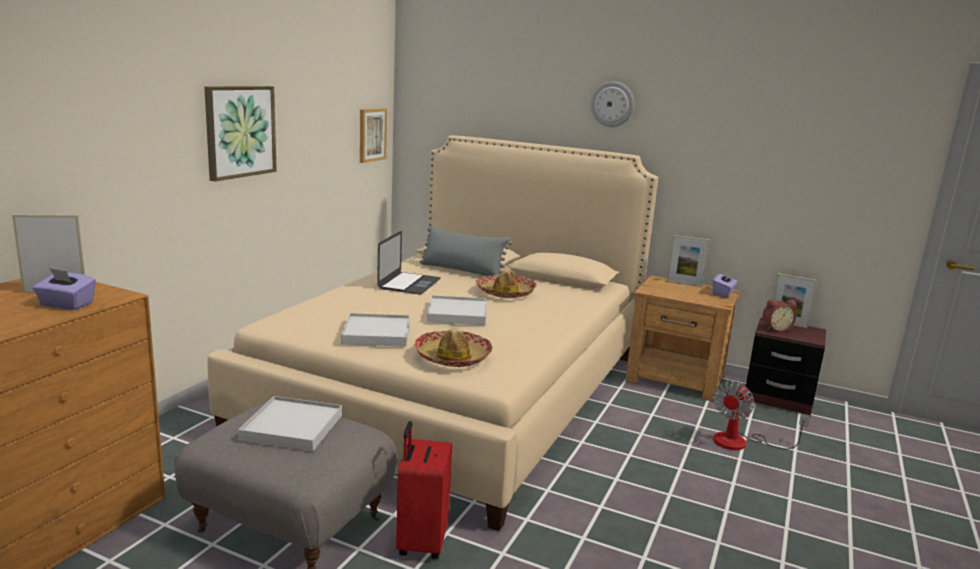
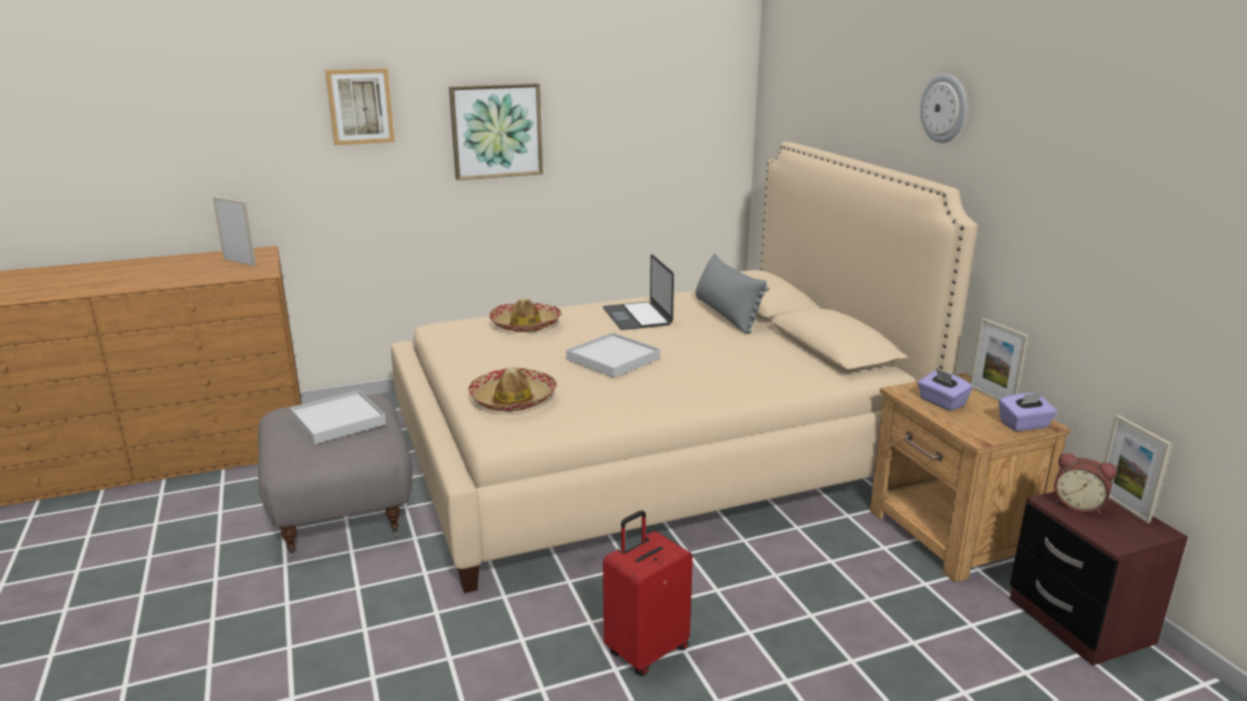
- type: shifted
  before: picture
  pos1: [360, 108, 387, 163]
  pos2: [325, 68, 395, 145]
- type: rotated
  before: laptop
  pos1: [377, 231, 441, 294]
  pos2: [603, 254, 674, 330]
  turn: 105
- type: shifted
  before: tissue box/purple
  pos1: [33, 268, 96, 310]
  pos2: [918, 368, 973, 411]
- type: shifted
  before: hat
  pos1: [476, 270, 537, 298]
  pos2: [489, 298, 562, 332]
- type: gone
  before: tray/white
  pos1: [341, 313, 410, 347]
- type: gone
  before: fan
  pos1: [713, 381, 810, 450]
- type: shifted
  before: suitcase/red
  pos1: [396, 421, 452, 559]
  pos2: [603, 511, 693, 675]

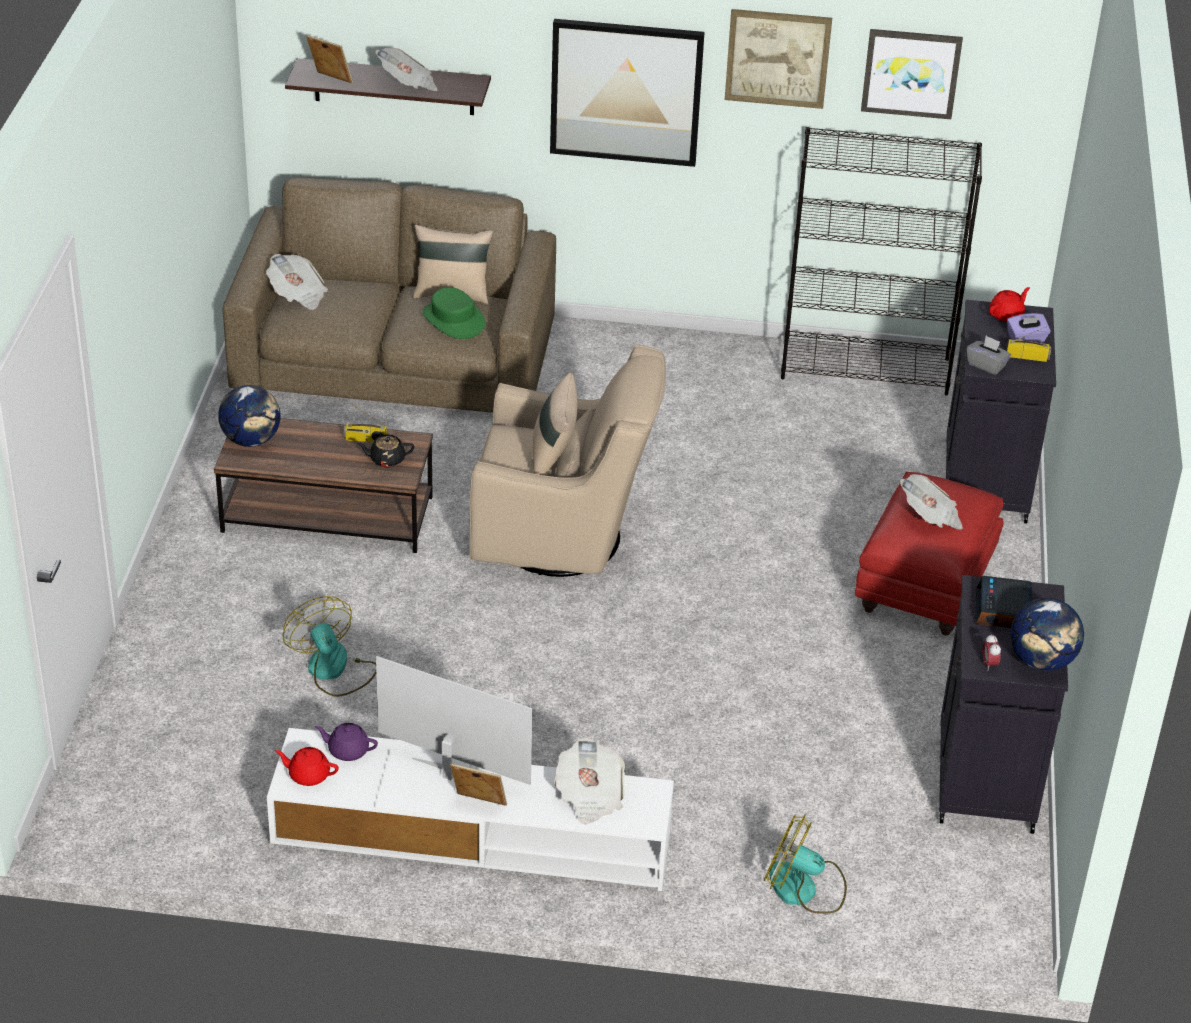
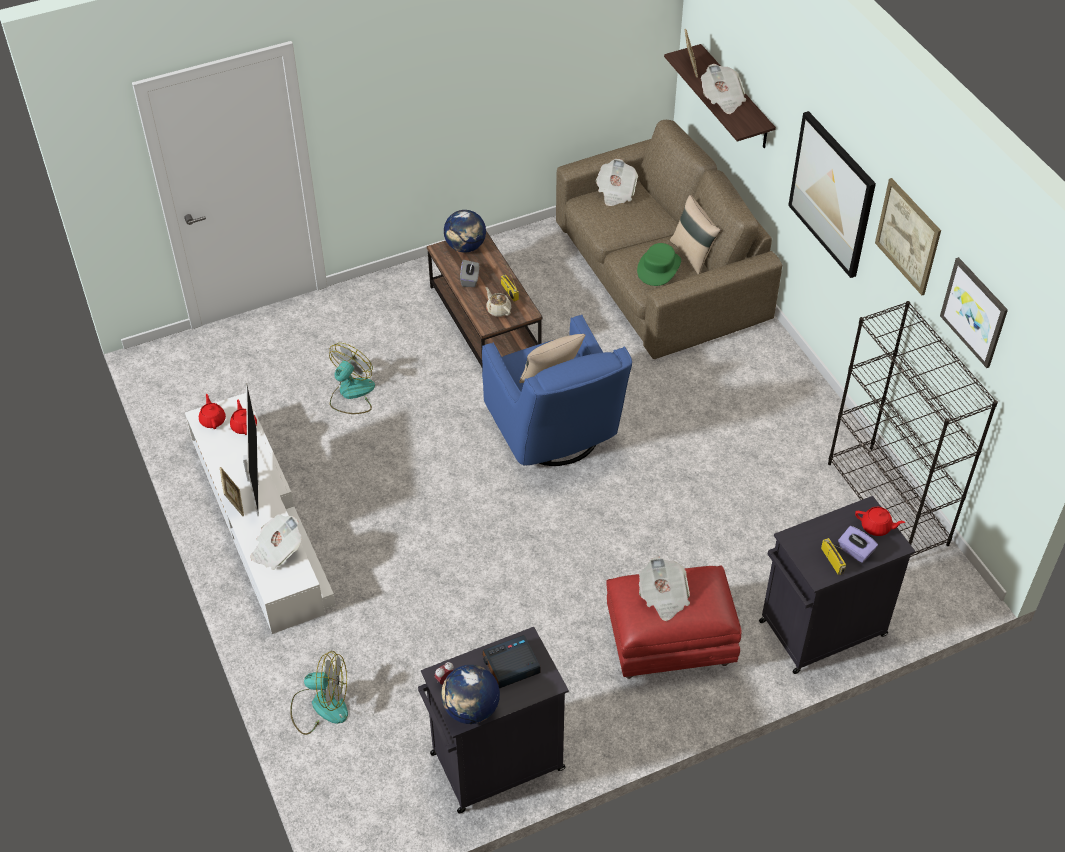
- type: shifted
  before: tissue box/grey
  pos1: [967, 336, 1011, 375]
  pos2: [460, 260, 479, 287]
- type: repainted
  before: armchair/beige
  after: armchair/blue
  pos1: [469, 345, 666, 577]
  pos2: [482, 314, 632, 466]
- type: repainted
  before: teapot/black
  after: teapot/beige
  pos1: [357, 435, 415, 467]
  pos2: [486, 287, 511, 317]
- type: repainted
  before: teapot/purple
  after: teapot/red
  pos1: [315, 723, 378, 761]
  pos2: [230, 400, 257, 435]
- type: rotated
  before: fan
  pos1: [764, 814, 847, 914]
  pos2: [290, 651, 348, 735]
  turn: 105

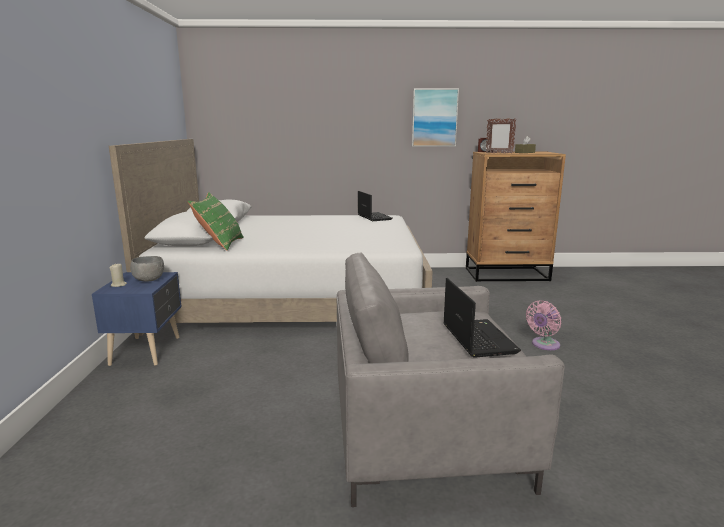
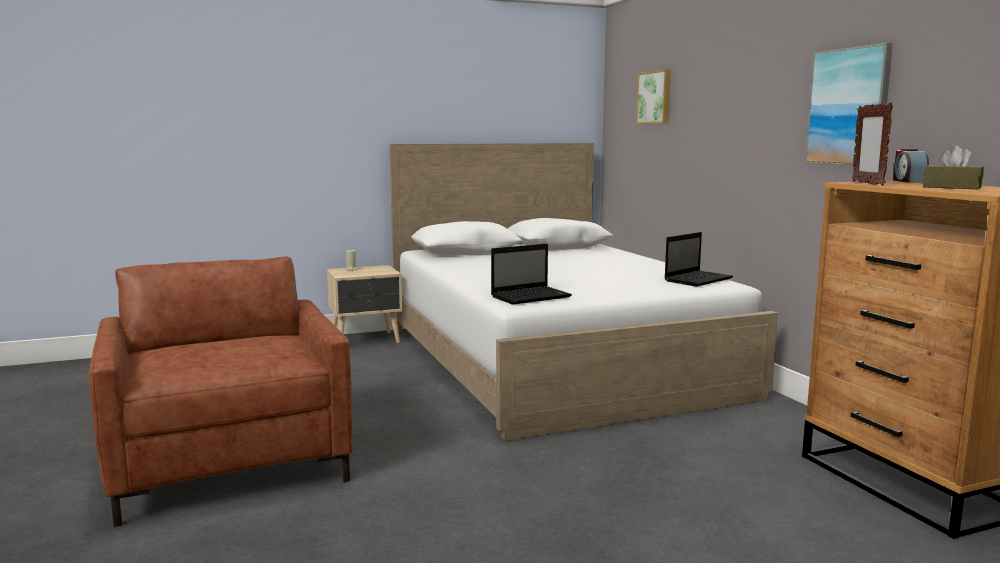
- type: gone
  before: pillow/green
  pos1: [188, 192, 244, 251]
- type: repainted
  before: armchair/grey
  after: armchair/brown
  pos1: [337, 252, 565, 507]
  pos2: [89, 256, 352, 527]
- type: gone
  before: bowl/grey
  pos1: [130, 256, 164, 282]
- type: repainted
  before: nightstand/blue
  after: nightstand/beige
  pos1: [92, 272, 182, 366]
  pos2: [327, 265, 402, 343]
- type: shifted
  before: laptop
  pos1: [443, 278, 521, 358]
  pos2: [491, 244, 572, 305]
- type: gone
  before: fan/pink
  pos1: [526, 300, 561, 350]
- type: new
  after: picture
  pos2: [636, 69, 671, 124]

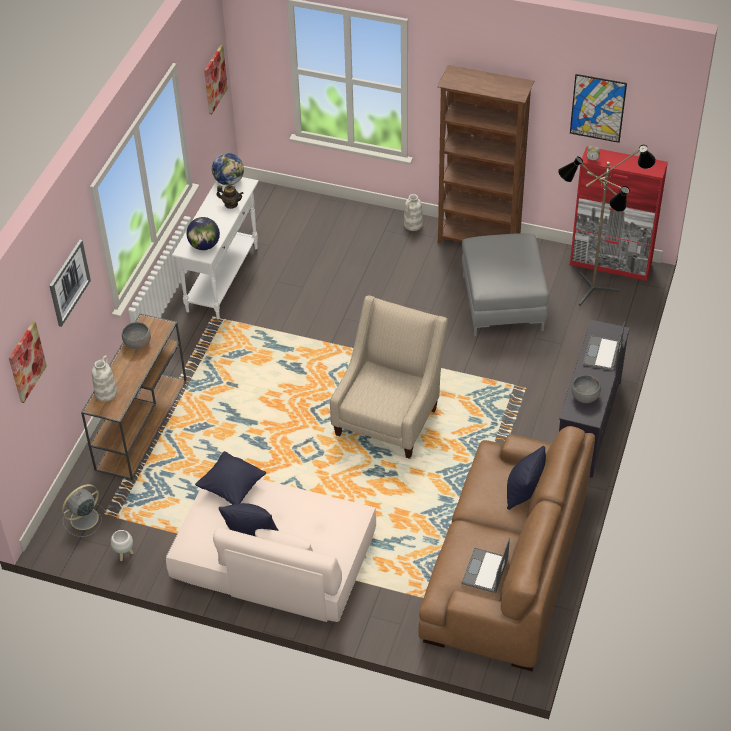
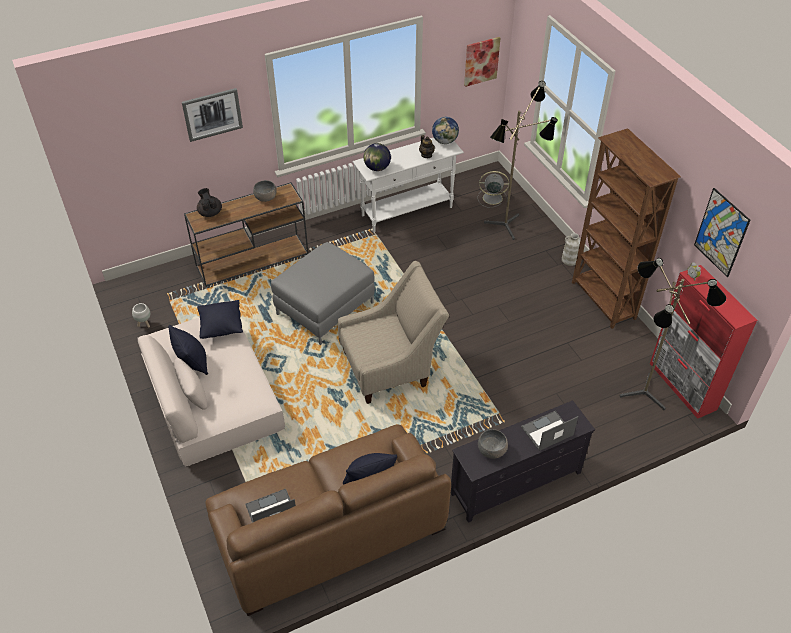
- type: shifted
  before: ottoman/grey
  pos1: [462, 233, 549, 336]
  pos2: [271, 242, 375, 345]
- type: gone
  before: picture
  pos1: [9, 321, 47, 403]
- type: swapped
  before: vase/white
  after: teapot/black
  pos1: [92, 355, 117, 402]
  pos2: [197, 188, 222, 217]
- type: shifted
  before: fan/grey
  pos1: [62, 484, 107, 537]
  pos2: [478, 171, 509, 208]
- type: new
  after: floor lamp
  pos2: [484, 81, 558, 240]

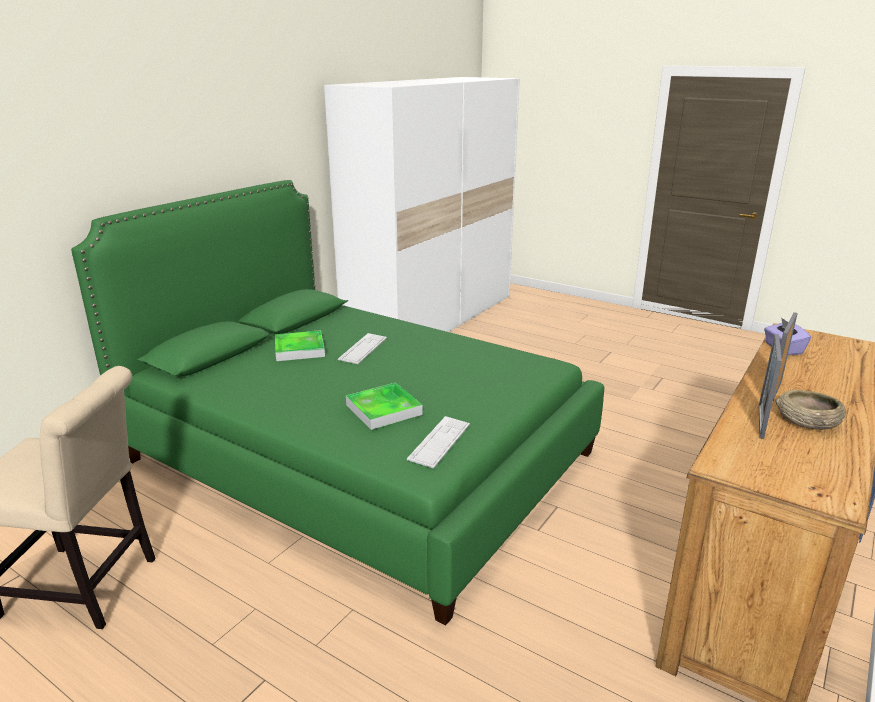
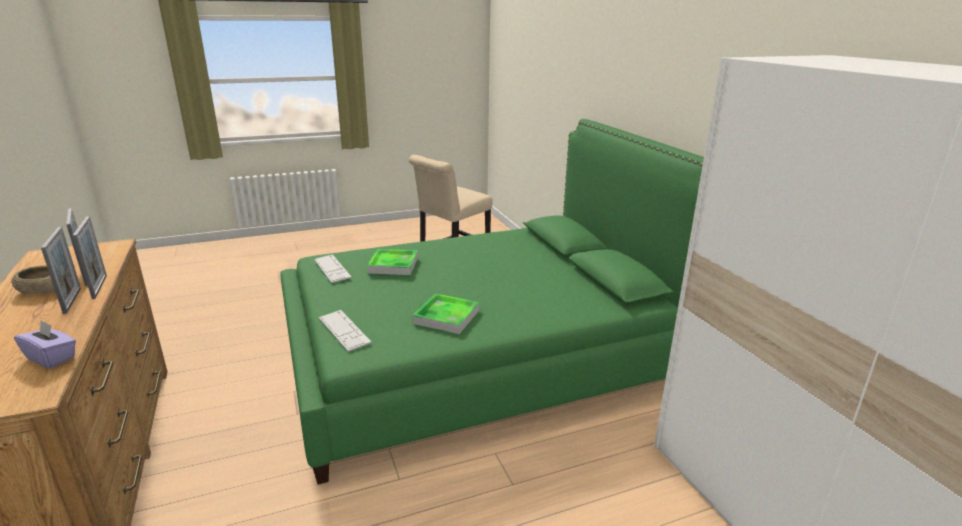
- type: shifted
  before: tray
  pos1: [275, 330, 325, 361]
  pos2: [413, 293, 479, 334]
- type: shifted
  before: keyboard
  pos1: [338, 333, 387, 364]
  pos2: [319, 310, 372, 352]
- type: new
  after: picture frame
  pos2: [72, 216, 107, 299]

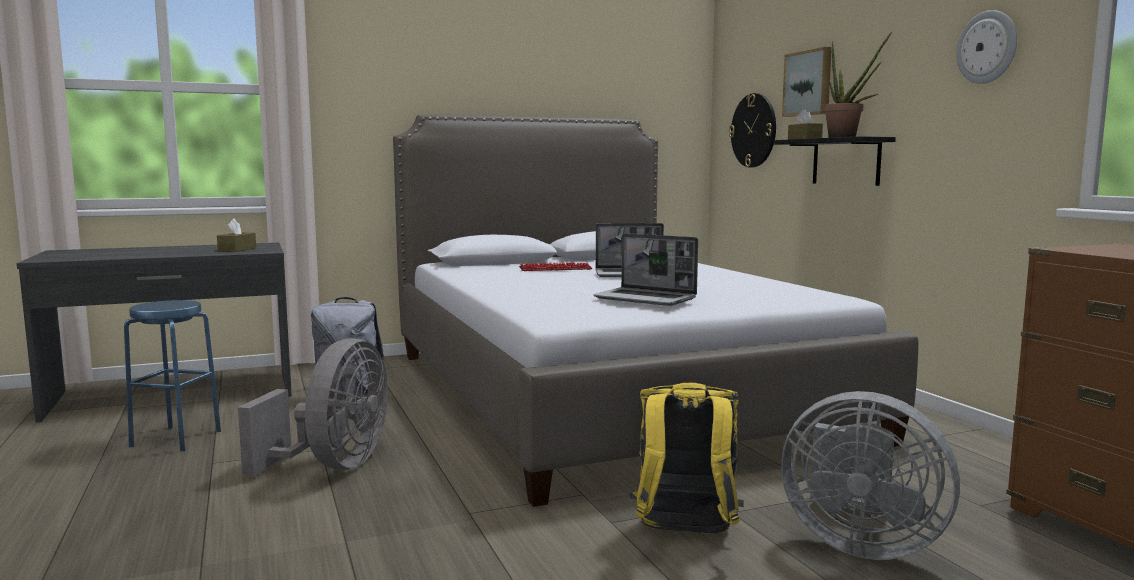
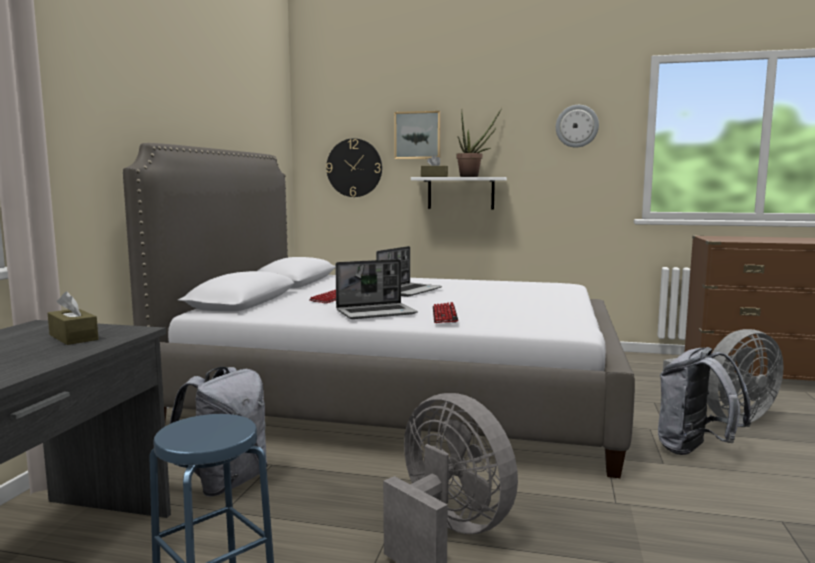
- type: repainted
  before: shelf/black
  after: shelf/white
  pos1: [774, 136, 896, 186]
  pos2: [411, 177, 507, 209]
- type: shifted
  before: laptop
  pos1: [593, 233, 698, 306]
  pos2: [335, 259, 418, 319]
- type: repainted
  before: backpack/yellow
  after: backpack/grey
  pos1: [629, 383, 743, 534]
  pos2: [658, 347, 751, 455]
- type: new
  after: keyboard
  pos2: [433, 302, 458, 323]

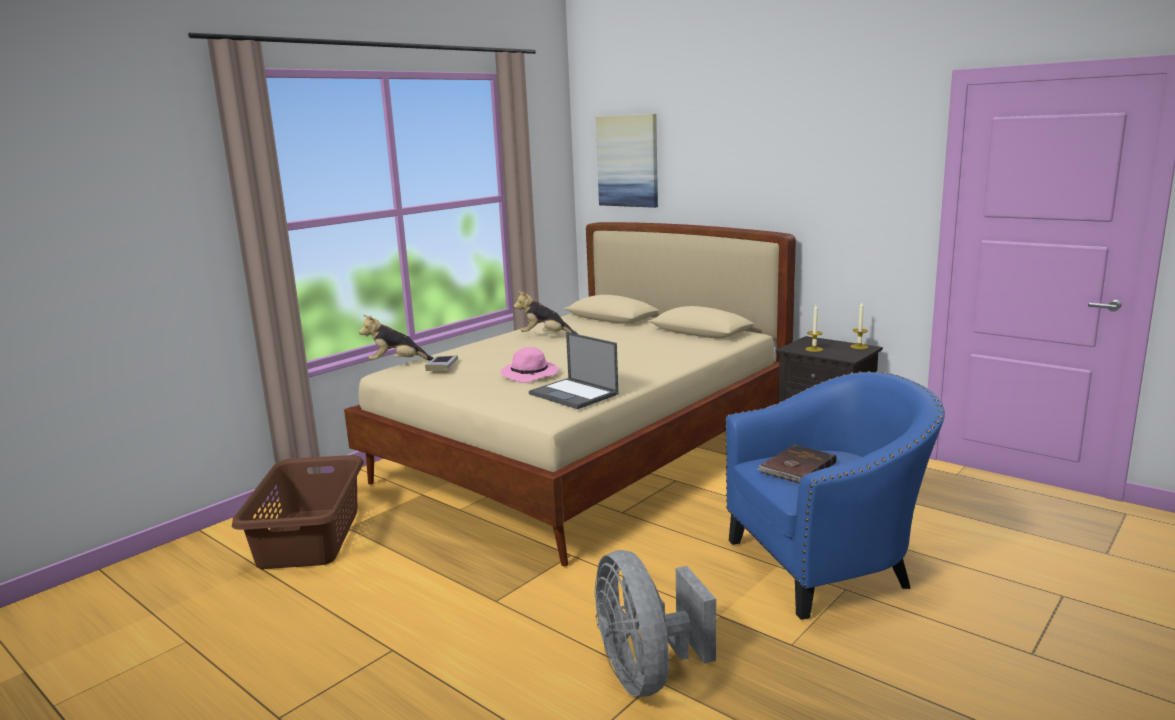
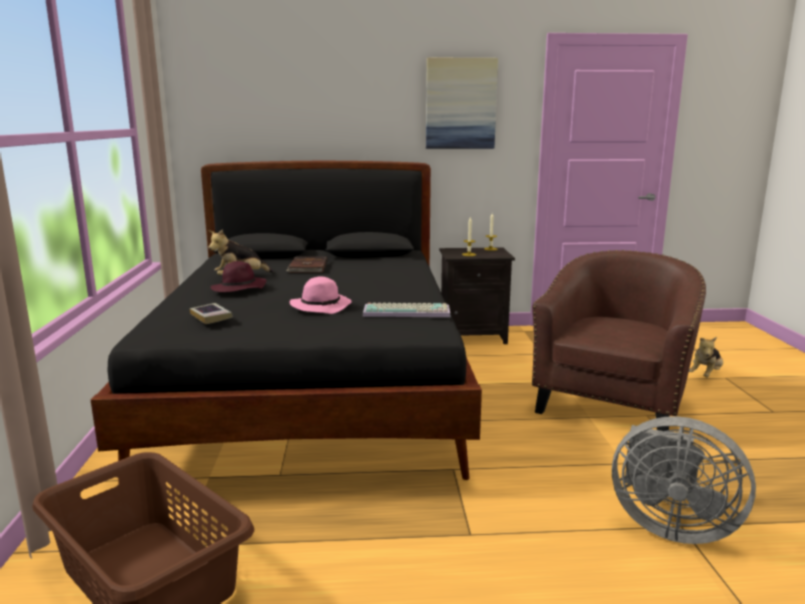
- type: shifted
  before: picture
  pos1: [596, 114, 658, 208]
  pos2: [426, 57, 498, 149]
- type: repainted
  before: bed/beige
  after: bed/black
  pos1: [344, 222, 796, 566]
  pos2: [91, 161, 482, 481]
- type: shifted
  before: plush toy
  pos1: [359, 315, 433, 361]
  pos2: [689, 337, 723, 377]
- type: swapped
  before: laptop
  after: keyboard
  pos1: [529, 332, 618, 409]
  pos2: [362, 303, 451, 317]
- type: repainted
  before: armchair/blue
  after: armchair/brown
  pos1: [725, 371, 945, 620]
  pos2: [532, 250, 706, 431]
- type: shifted
  before: book/brown
  pos1: [757, 445, 836, 483]
  pos2: [286, 257, 327, 273]
- type: new
  after: hat/purple
  pos2: [210, 261, 267, 292]

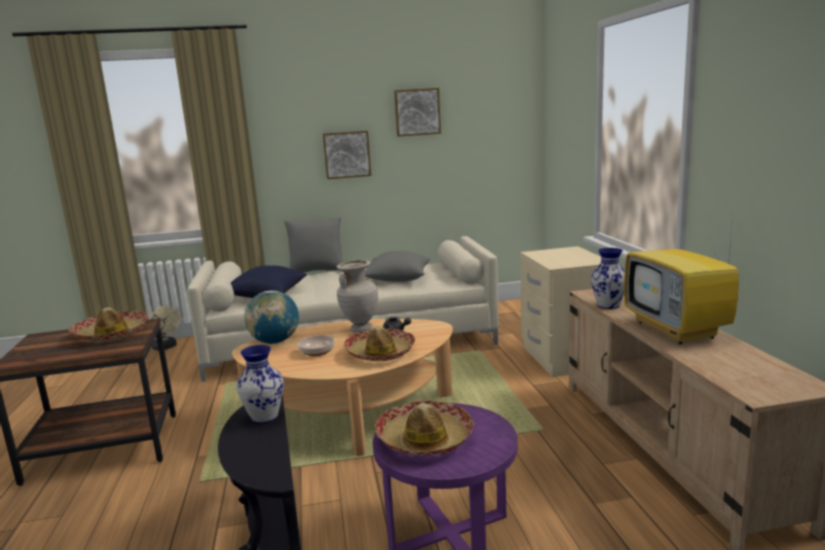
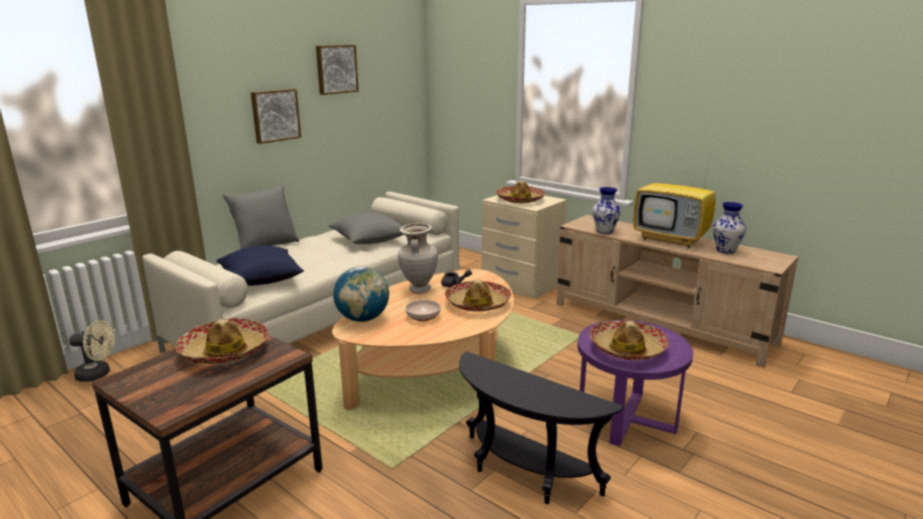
- type: shifted
  before: vase
  pos1: [236, 345, 284, 424]
  pos2: [713, 202, 746, 254]
- type: new
  after: hat
  pos2: [496, 181, 545, 203]

